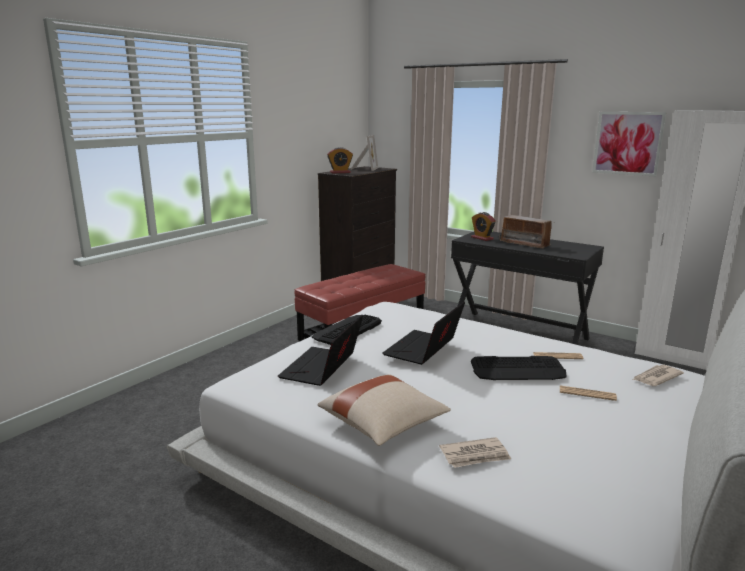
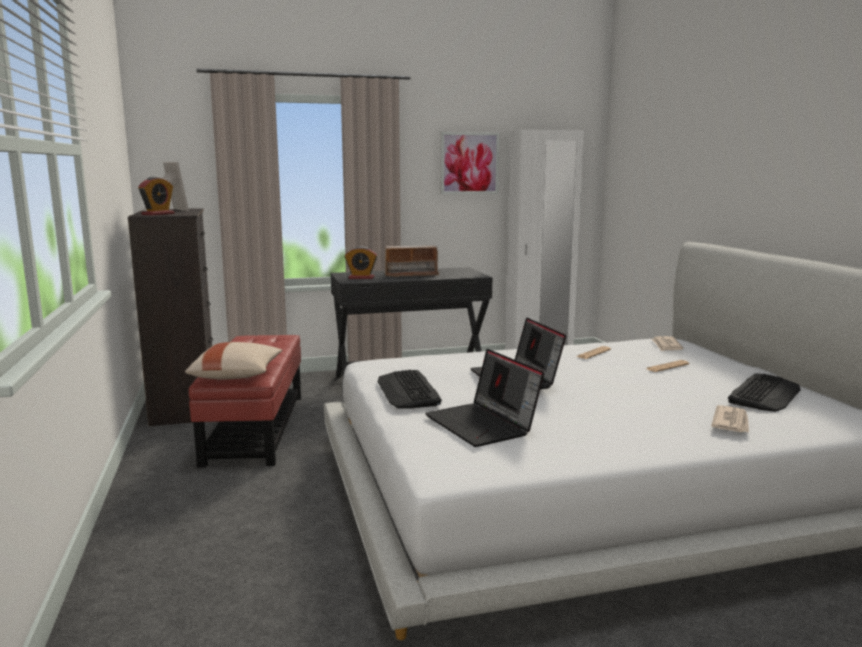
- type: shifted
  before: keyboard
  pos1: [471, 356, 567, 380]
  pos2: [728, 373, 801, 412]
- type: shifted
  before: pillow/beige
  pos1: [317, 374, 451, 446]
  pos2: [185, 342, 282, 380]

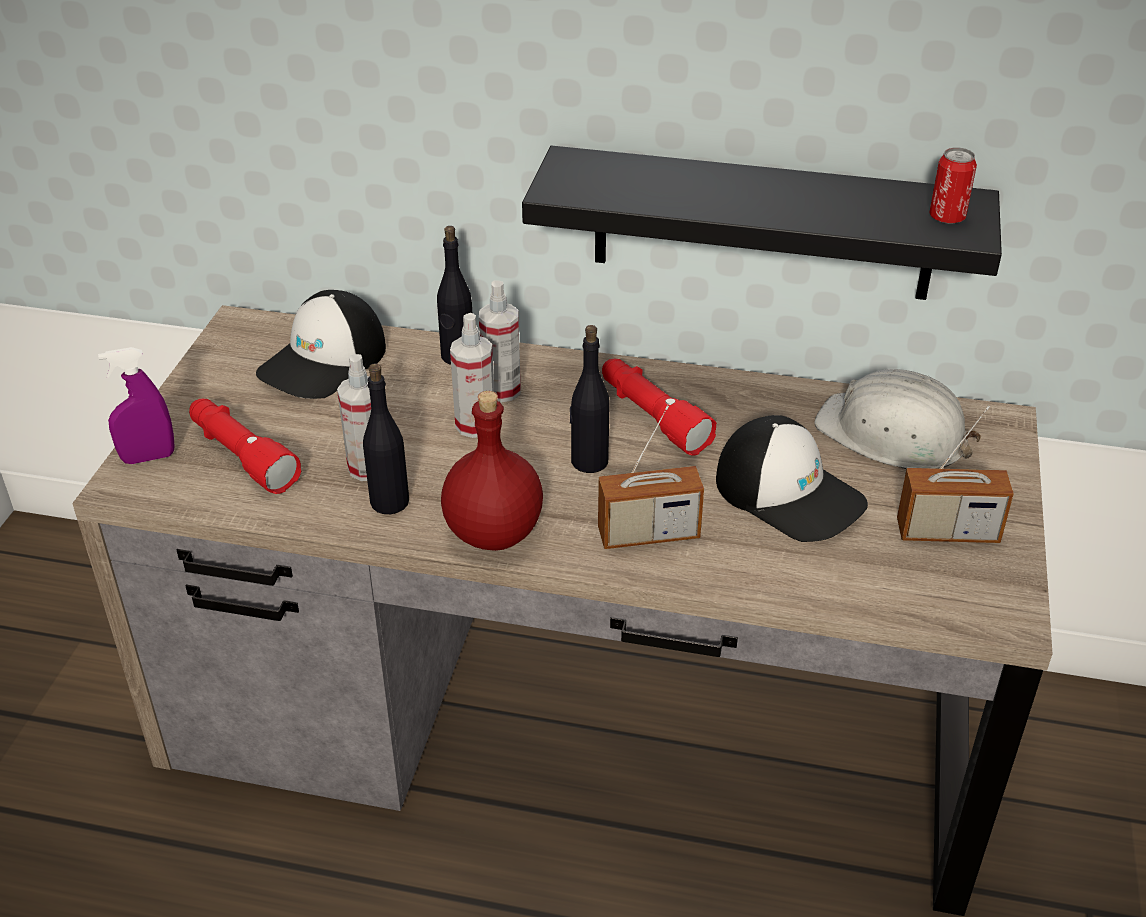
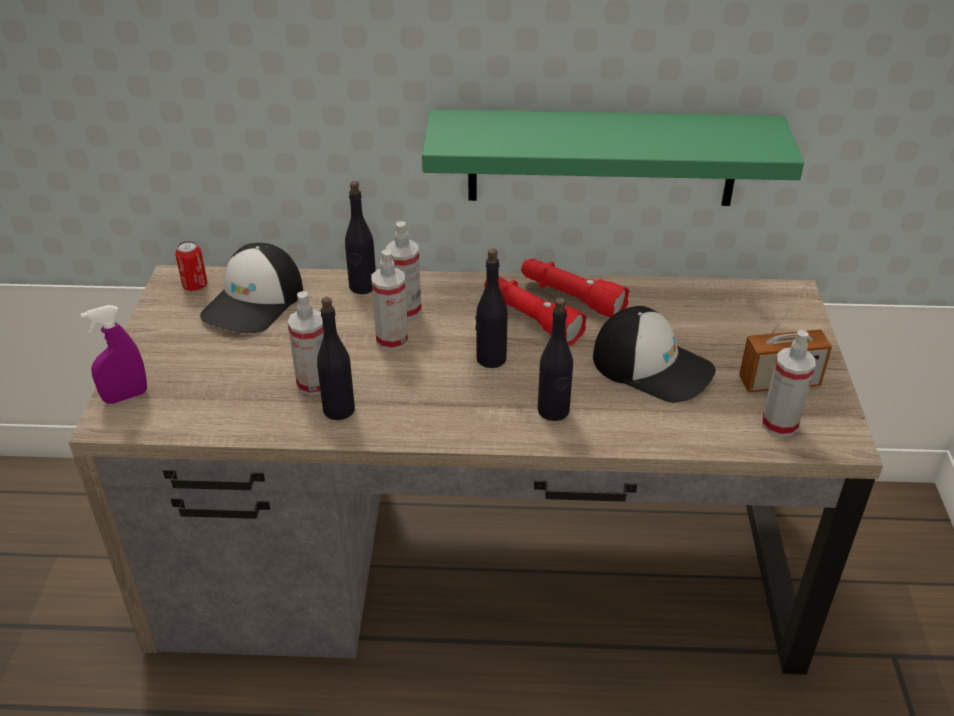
- type: repainted
  before: shelf/black
  after: shelf/green
  pos1: [522, 146, 1002, 300]
  pos2: [422, 109, 804, 206]
- type: shifted
  before: can
  pos1: [929, 148, 977, 224]
  pos2: [175, 240, 207, 291]
- type: gone
  before: hard hat/white
  pos1: [814, 369, 981, 469]
- type: gone
  before: bottle/red
  pos1: [441, 391, 543, 551]
- type: shifted
  before: flashlight/red
  pos1: [189, 399, 301, 494]
  pos2: [521, 259, 630, 317]
- type: swapped
  before: radio
  after: bottle/black
  pos1: [598, 405, 704, 549]
  pos2: [538, 297, 573, 421]
- type: new
  after: spray bottle
  pos2: [762, 330, 815, 437]

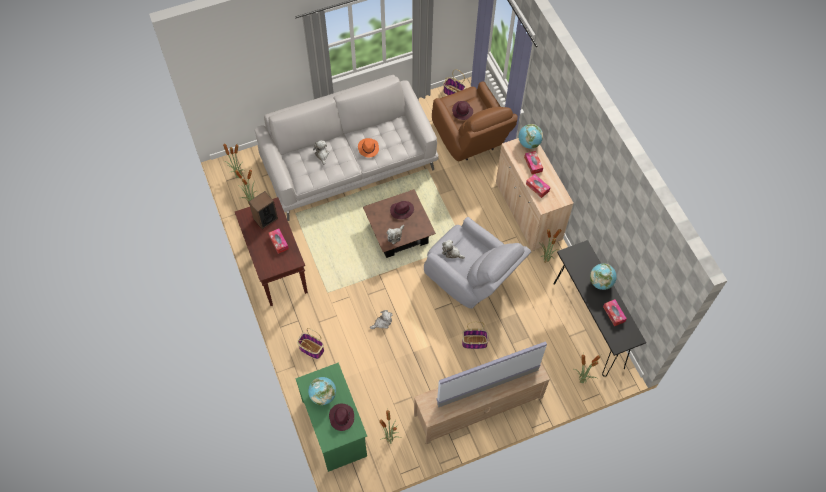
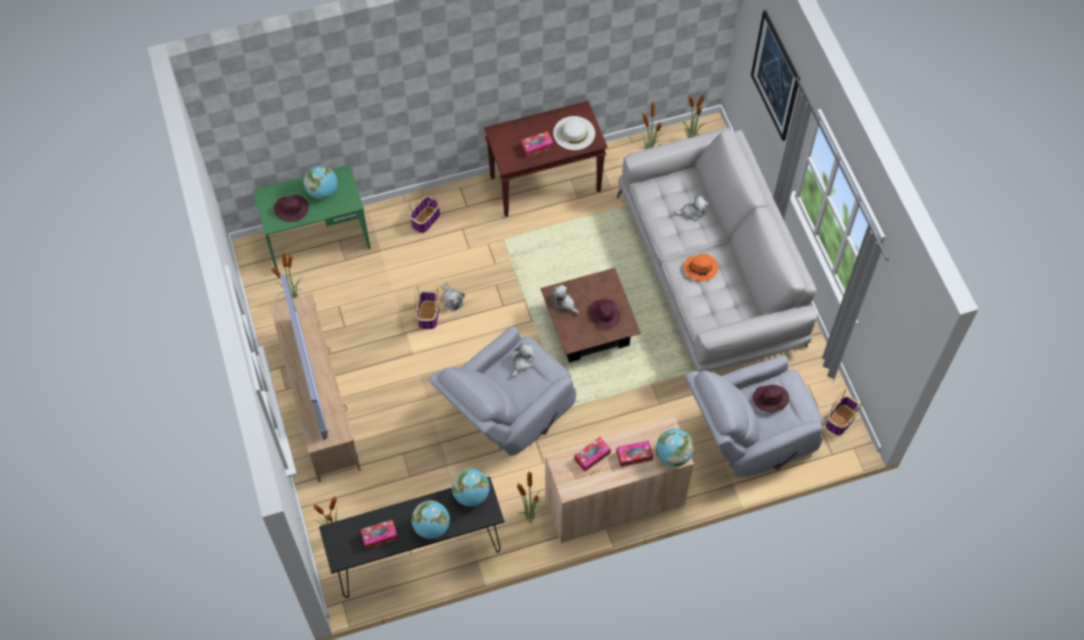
- type: repainted
  before: armchair/brown
  after: armchair/grey
  pos1: [432, 81, 518, 162]
  pos2: [685, 355, 823, 477]
- type: swapped
  before: speaker
  after: hat/white
  pos1: [249, 191, 278, 229]
  pos2: [553, 116, 595, 150]
- type: shifted
  before: basket
  pos1: [462, 322, 489, 349]
  pos2: [415, 286, 439, 329]
- type: new
  after: picture
  pos2: [751, 10, 800, 141]
- type: new
  after: globe
  pos2: [452, 468, 490, 507]

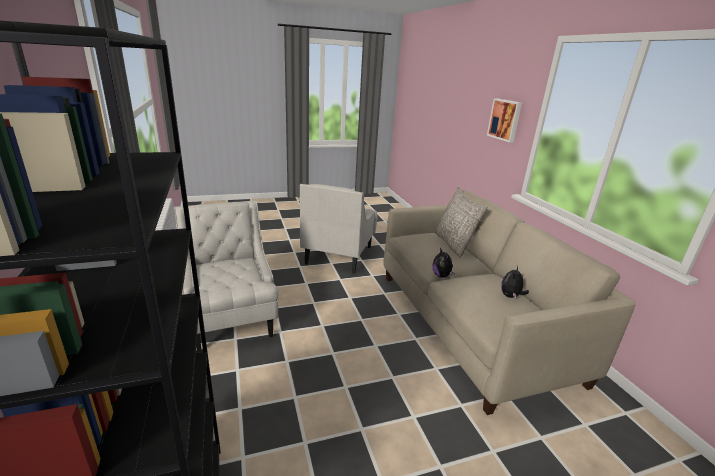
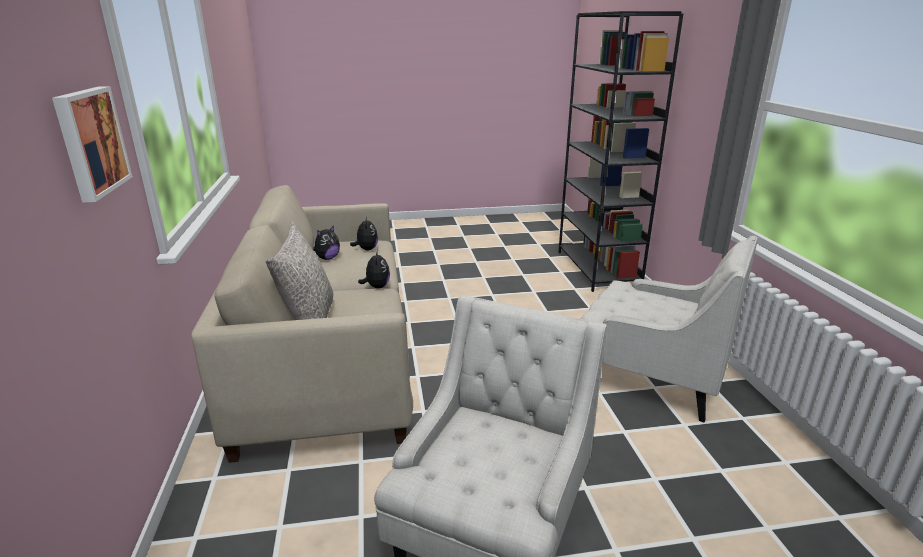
- type: rotated
  before: armchair/white
  pos1: [174, 200, 279, 350]
  pos2: [581, 236, 758, 422]
  turn: -45
- type: new
  after: plush toy
  pos2: [350, 217, 378, 250]

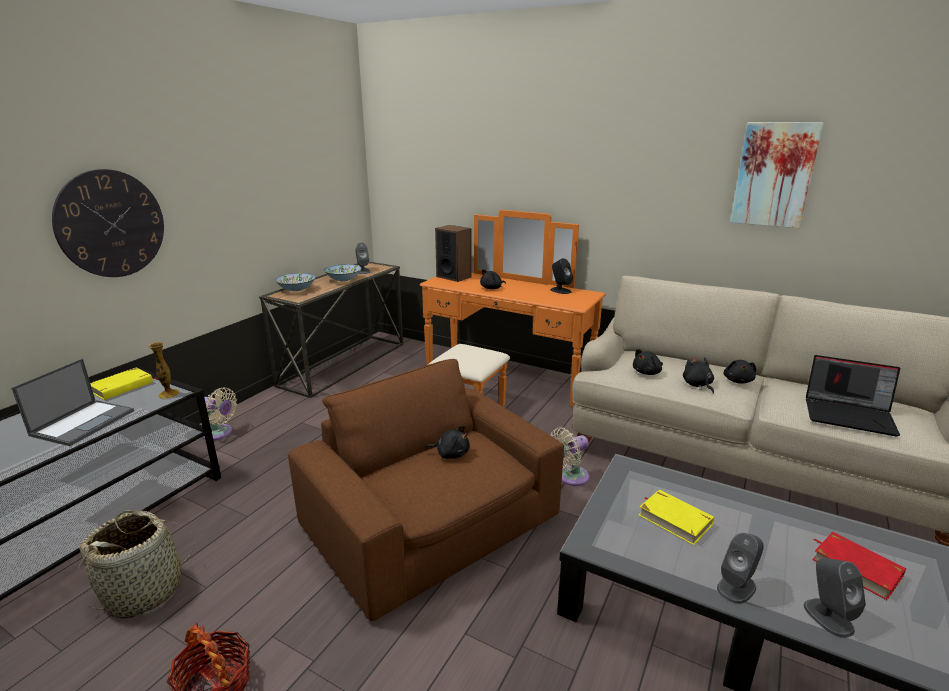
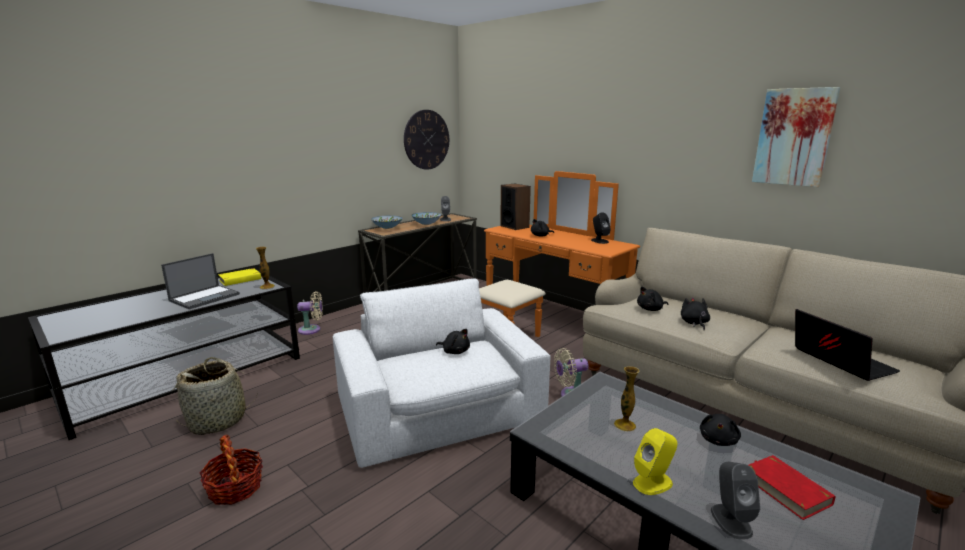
- type: shifted
  before: wall clock
  pos1: [52, 169, 164, 277]
  pos2: [404, 110, 449, 170]
- type: rotated
  before: laptop
  pos1: [806, 355, 900, 437]
  pos2: [795, 309, 900, 381]
  turn: -150
- type: repainted
  before: armchair/brown
  after: armchair/white
  pos1: [288, 359, 564, 621]
  pos2: [333, 279, 550, 468]
- type: shifted
  before: plush toy/black
  pos1: [724, 360, 756, 384]
  pos2: [700, 414, 741, 446]
- type: rotated
  before: fan/beige
  pos1: [203, 387, 237, 440]
  pos2: [297, 292, 323, 335]
  turn: -45
- type: swapped
  before: book/yellow
  after: vase
  pos1: [639, 490, 714, 545]
  pos2: [614, 366, 640, 431]
- type: repainted
  before: speaker/grey
  after: speaker/yellow
  pos1: [717, 533, 764, 604]
  pos2: [633, 428, 677, 495]

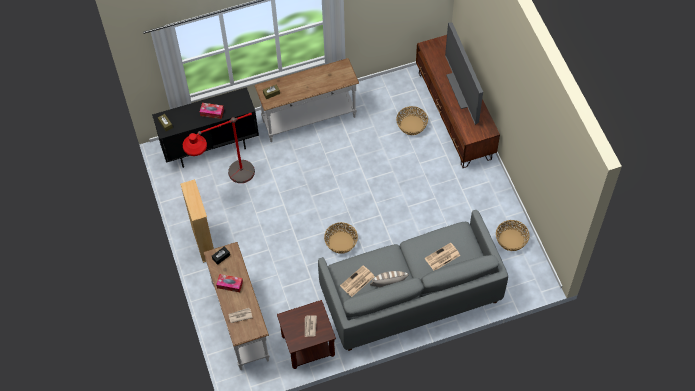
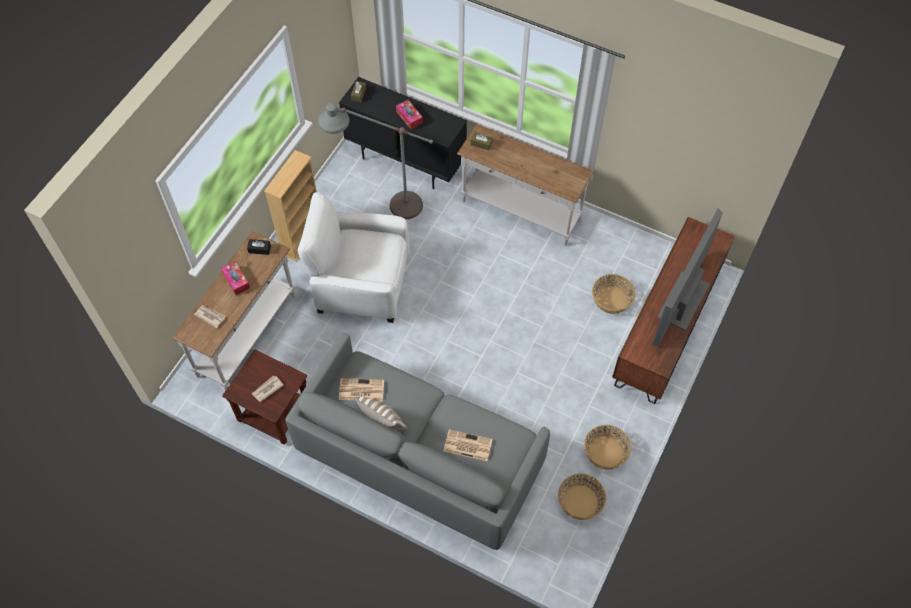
- type: repainted
  before: floor lamp/red
  after: floor lamp/grey
  pos1: [183, 112, 255, 183]
  pos2: [318, 103, 433, 219]
- type: shifted
  before: basket
  pos1: [324, 222, 358, 254]
  pos2: [584, 425, 631, 470]
- type: new
  after: armchair/white
  pos2: [298, 192, 410, 323]

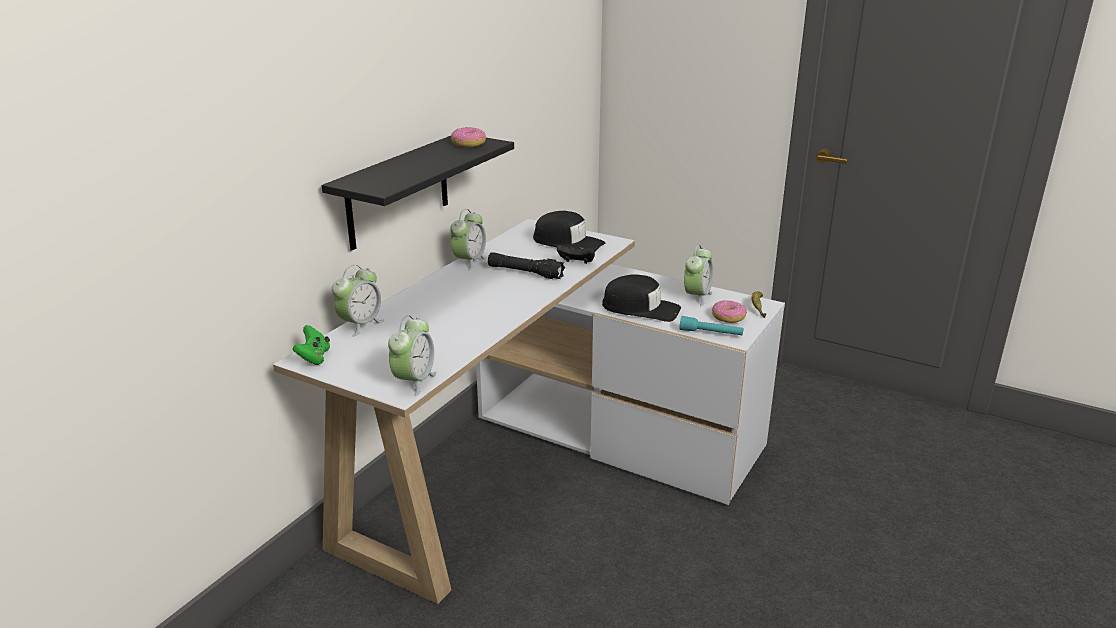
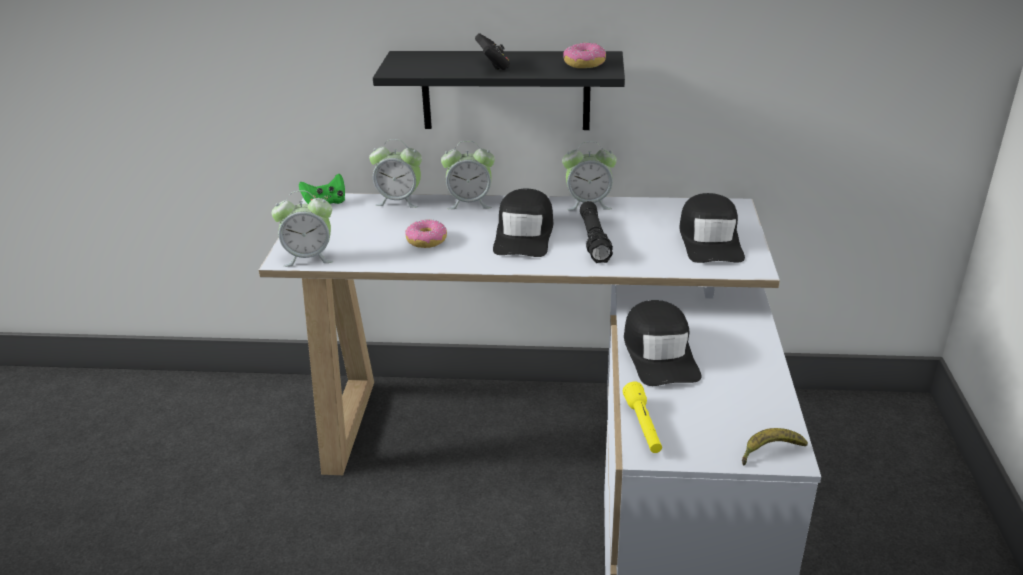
- type: shifted
  before: game controller/black
  pos1: [557, 245, 595, 264]
  pos2: [475, 33, 510, 70]
- type: shifted
  before: alarm clock
  pos1: [684, 245, 713, 306]
  pos2: [441, 141, 495, 209]
- type: shifted
  before: donut
  pos1: [712, 300, 747, 323]
  pos2: [405, 219, 447, 248]
- type: repainted
  before: flashlight/turquoise
  after: flashlight/yellow
  pos1: [680, 316, 744, 335]
  pos2: [623, 382, 662, 453]
- type: new
  after: cap/black
  pos2: [493, 188, 553, 257]

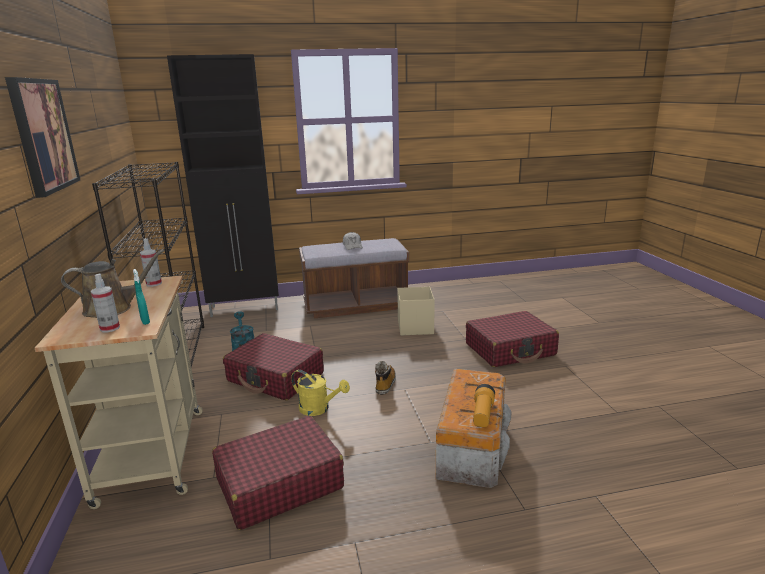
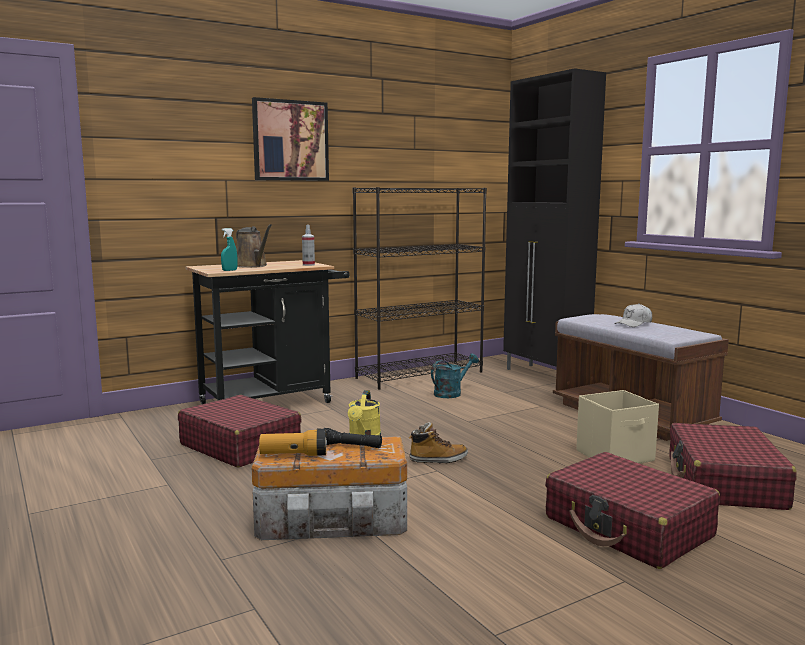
- type: gone
  before: spray bottle
  pos1: [91, 274, 120, 332]
- type: repainted
  before: cart/beige
  after: cart/black
  pos1: [35, 276, 203, 509]
  pos2: [186, 260, 350, 404]
- type: shifted
  before: suitcase/red
  pos1: [223, 333, 324, 401]
  pos2: [669, 423, 797, 510]
- type: new
  after: flashlight/black
  pos2: [317, 428, 382, 448]

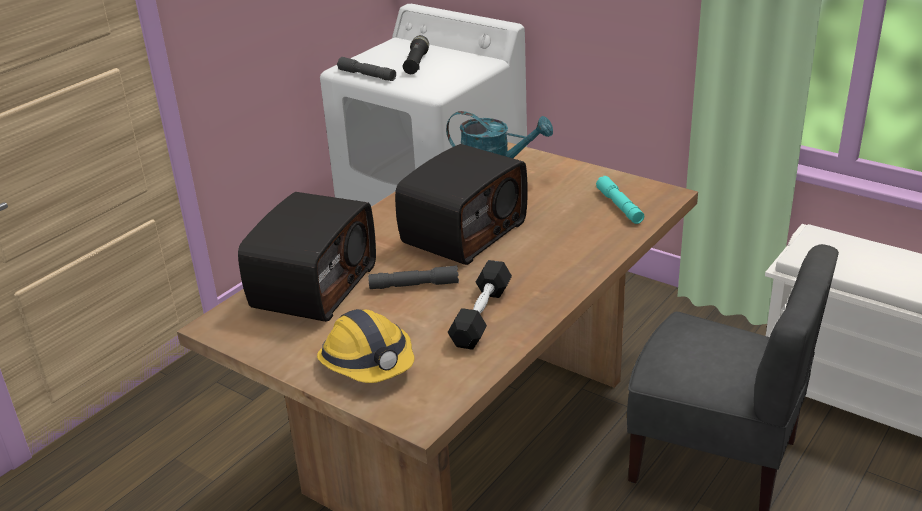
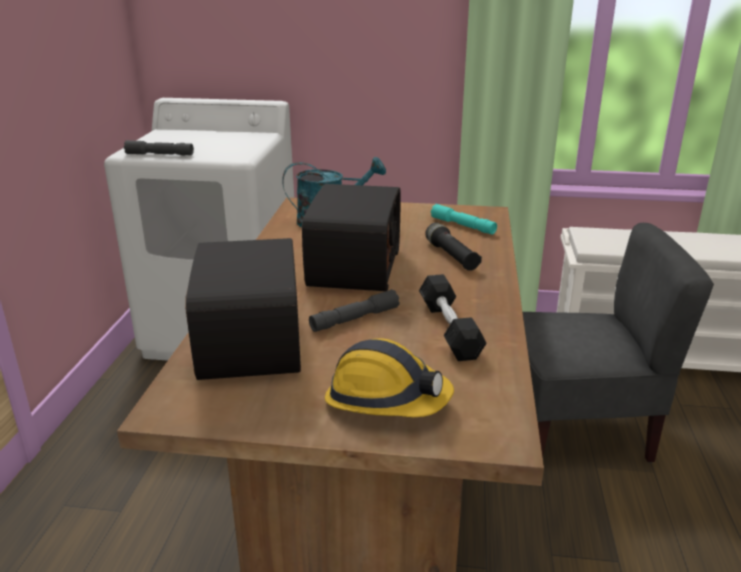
- type: shifted
  before: flashlight/black
  pos1: [403, 35, 429, 74]
  pos2: [425, 223, 482, 271]

